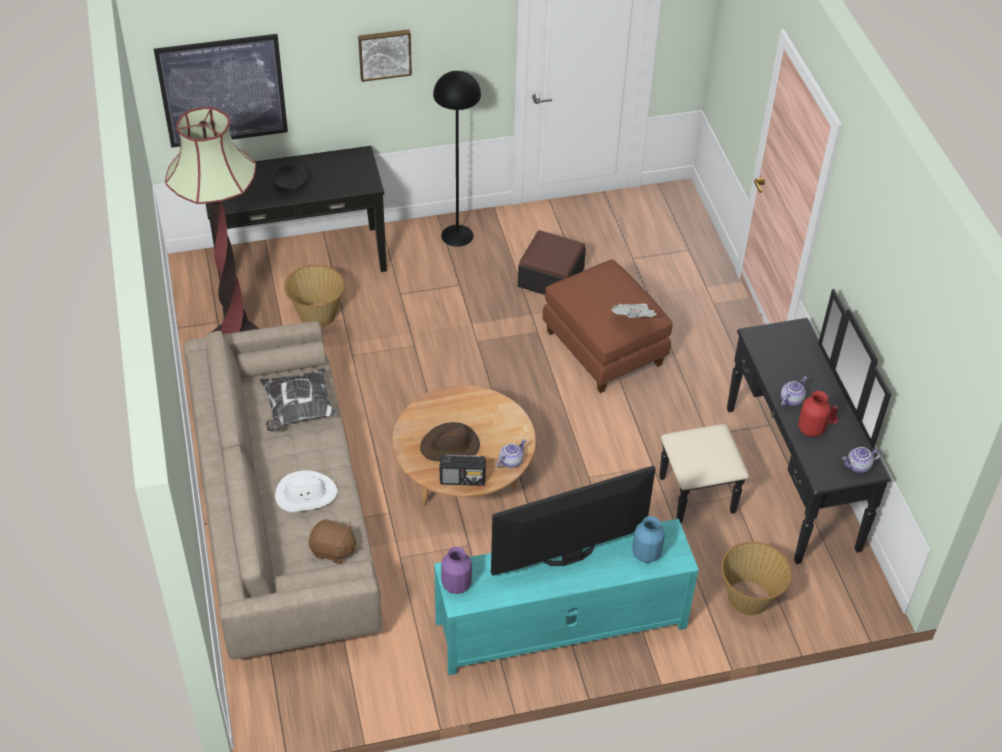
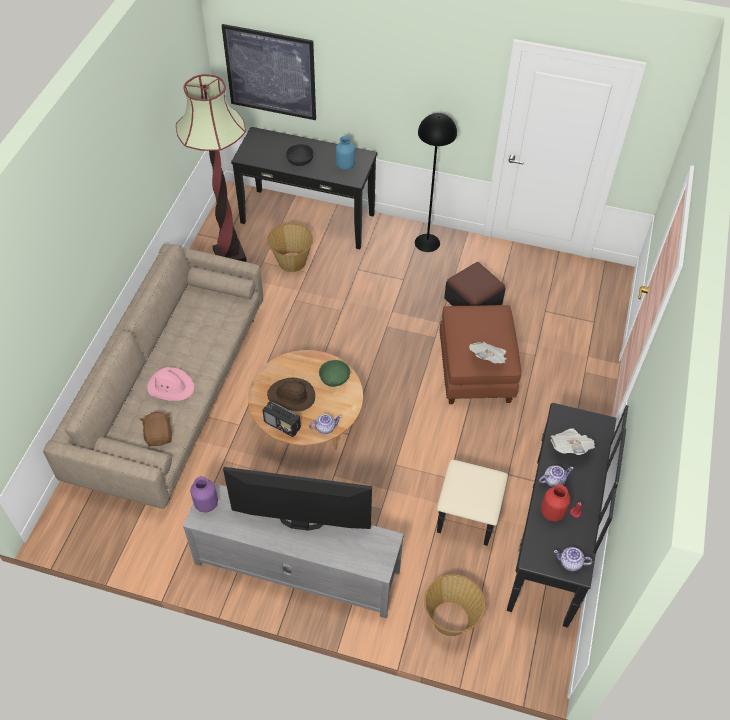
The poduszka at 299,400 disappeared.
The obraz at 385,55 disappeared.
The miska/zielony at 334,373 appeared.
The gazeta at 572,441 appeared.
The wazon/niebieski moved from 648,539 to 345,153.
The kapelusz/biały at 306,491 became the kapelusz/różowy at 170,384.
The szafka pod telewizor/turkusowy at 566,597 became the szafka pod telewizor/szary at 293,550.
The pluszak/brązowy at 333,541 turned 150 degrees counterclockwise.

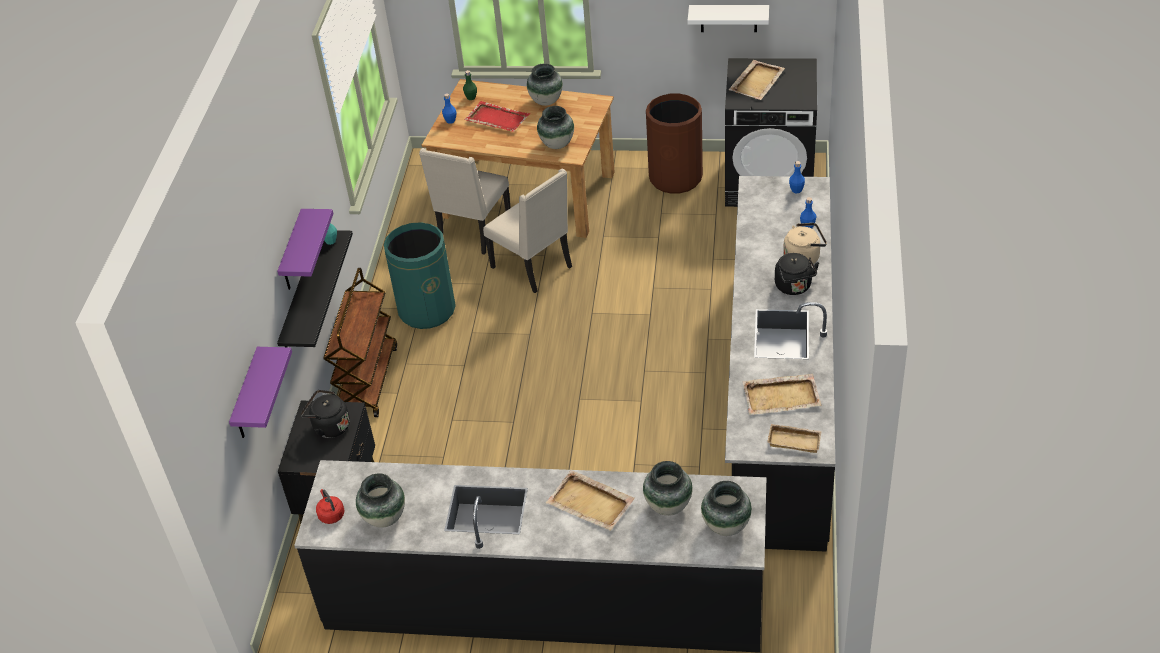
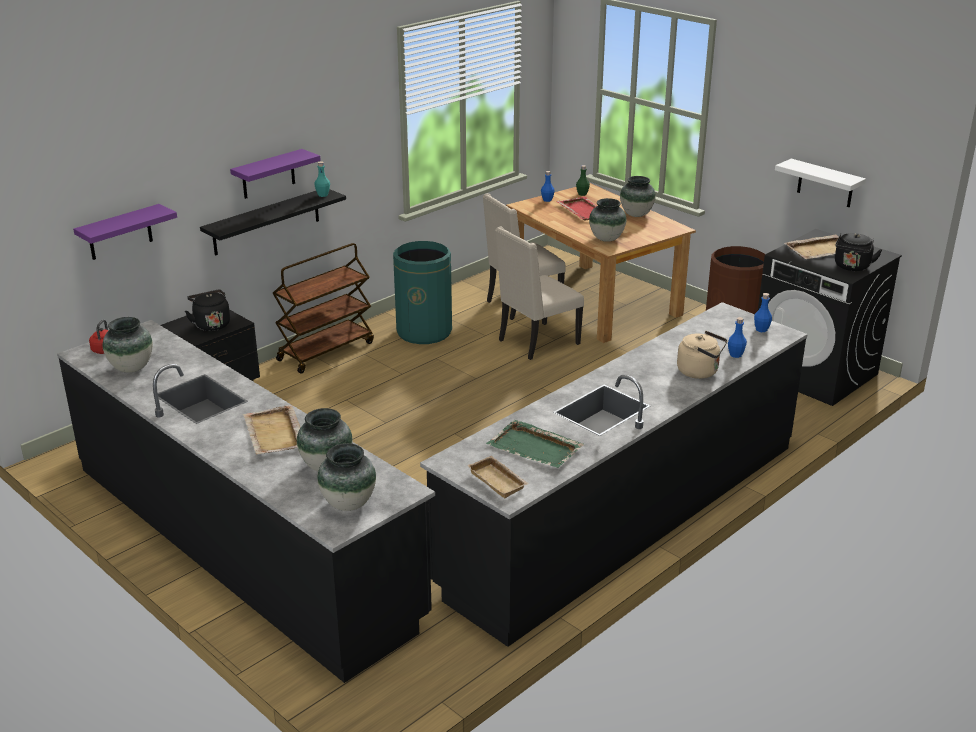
The czajnik/czarny moved from 797,274 to 858,252.
The taca/beżowy at 782,394 became the taca/zielony at 535,444.
The krzesło/beżowy at 527,231 turned 60 degrees clockwise.

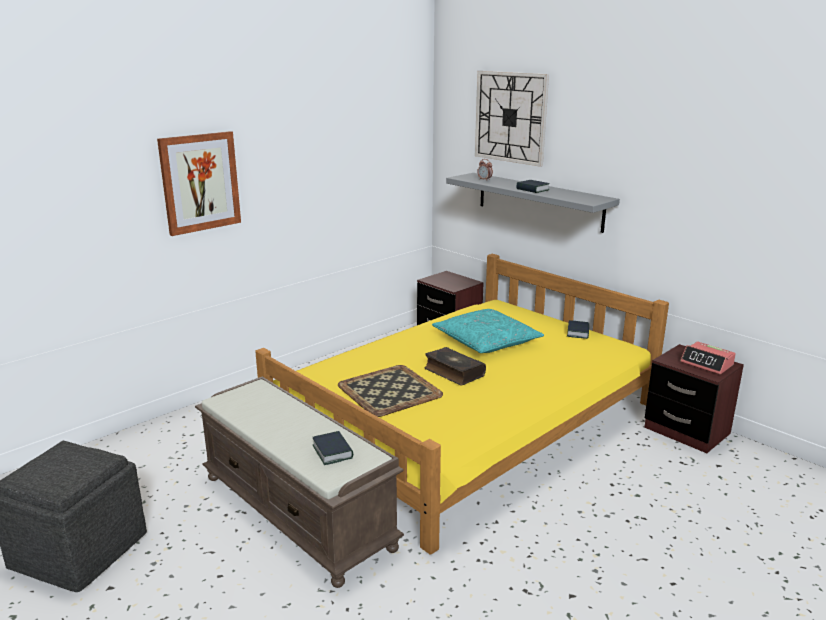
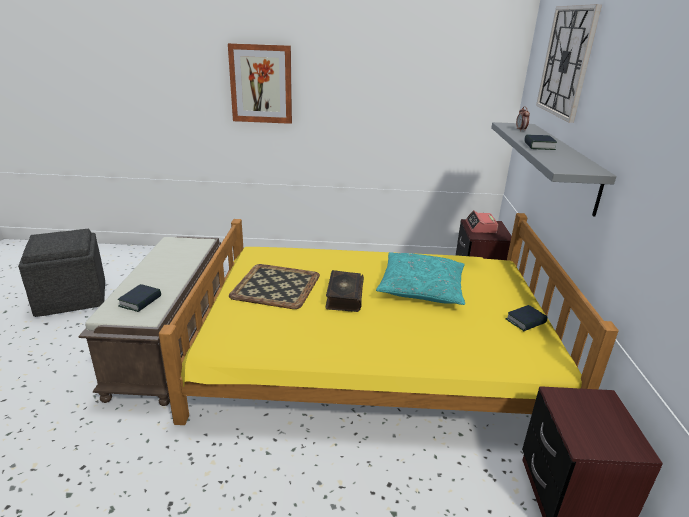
The budzik moved from 708,357 to 482,221.

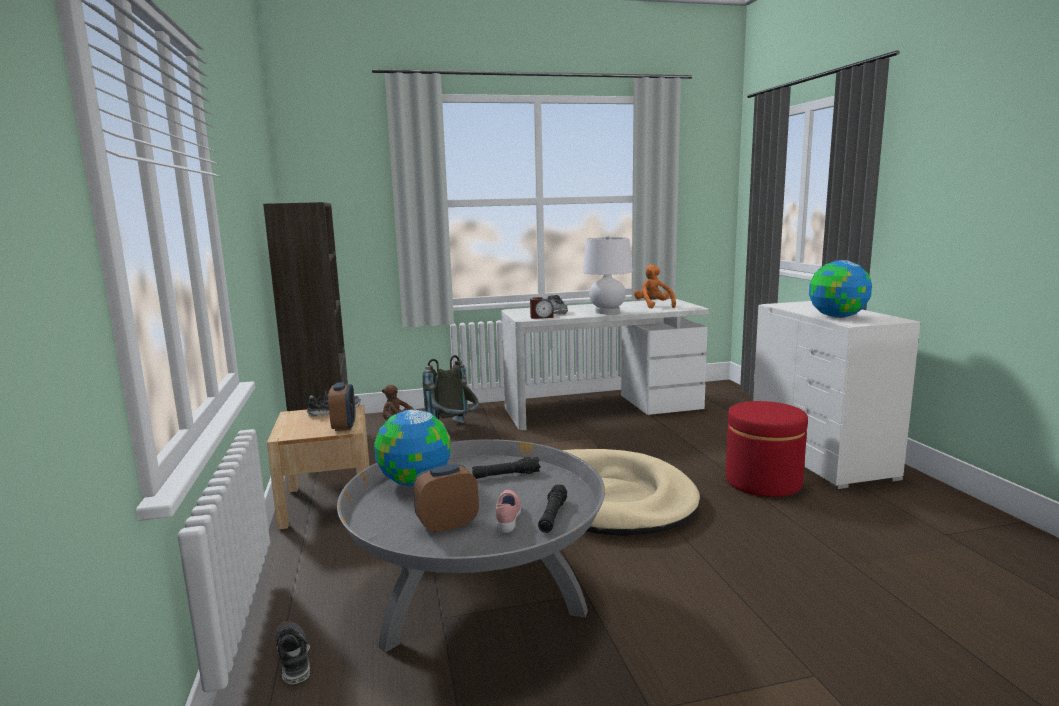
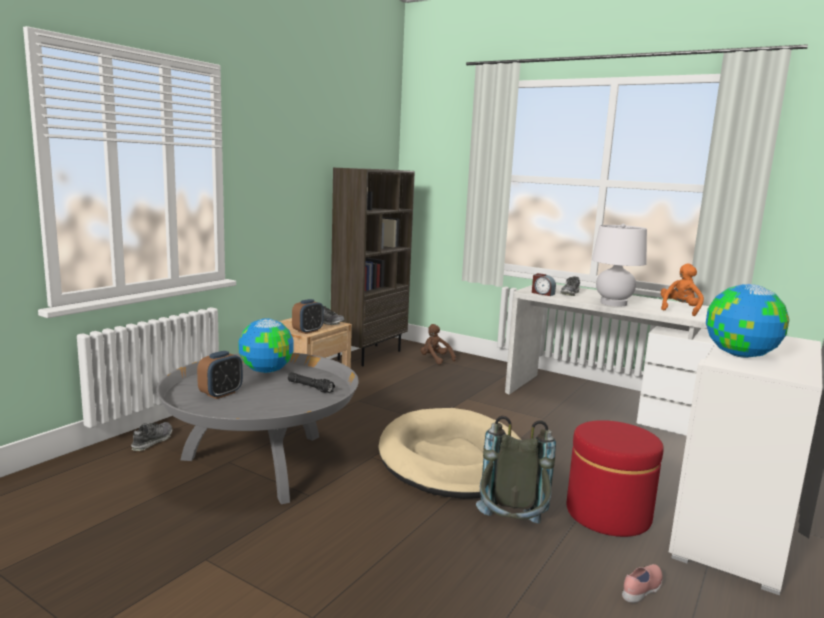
The latarka/czarny at 552,508 disappeared.
The plecak/szary moved from 450,389 to 516,470.
The but/różowy moved from 508,511 to 642,583.
The budzik at 446,498 turned 105 degrees clockwise.

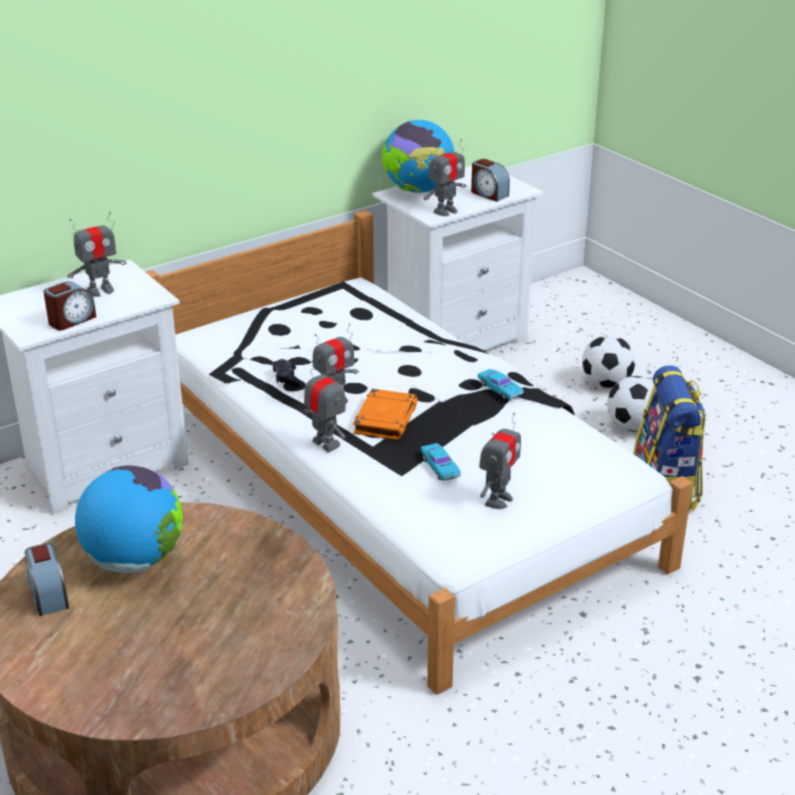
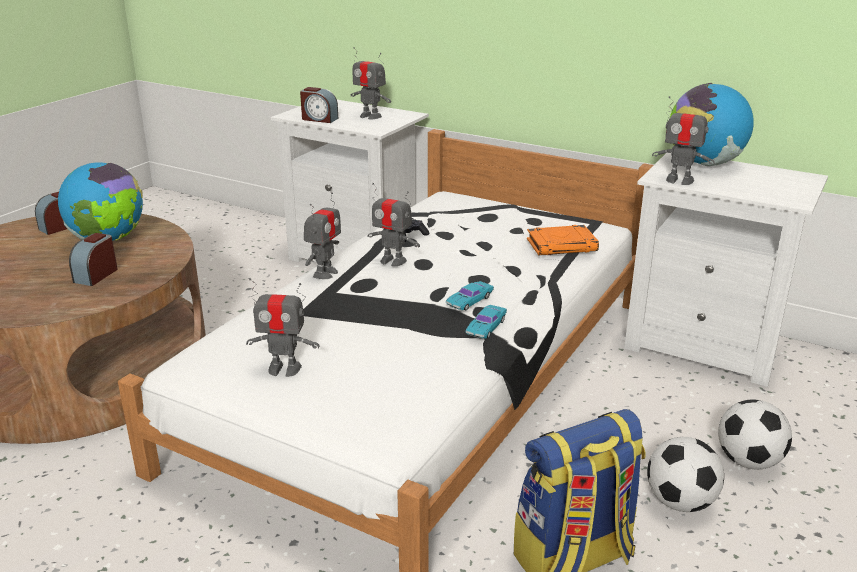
The książka/pomarańczowy moved from 385,414 to 563,240.
The samochodzik/turkusowy moved from 441,462 to 470,295.
The budzik moved from 490,180 to 93,259.

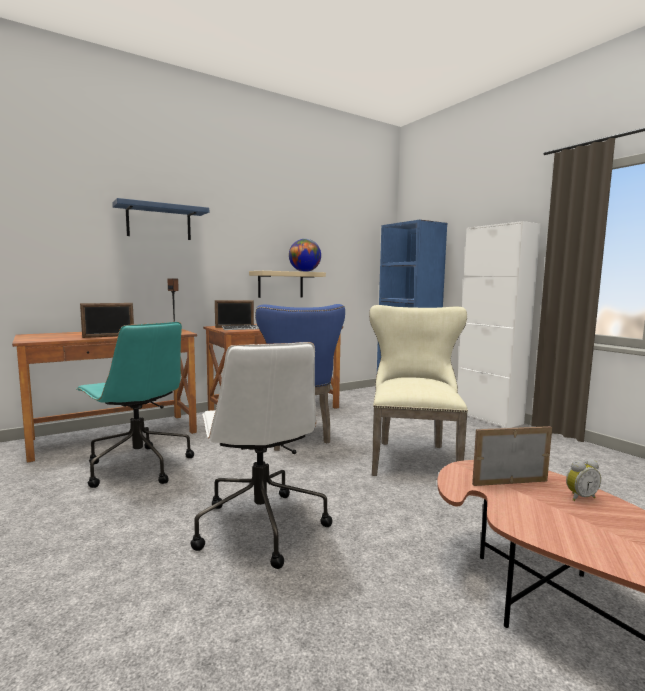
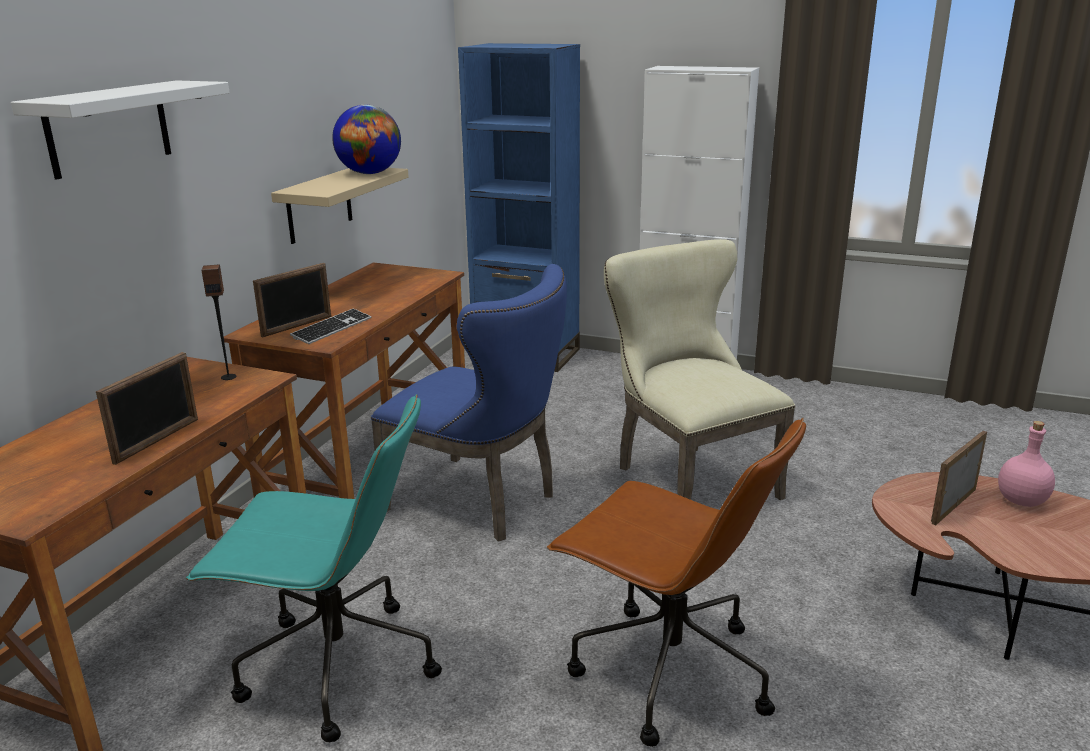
The budzik at 583,480 was replaced by the butelka/różowy at 1026,464.
The półka/niebieski at 160,219 became the półka/biały at 120,130.
The krzesło biurowe/biały at 261,455 became the krzesło biurowe/brązowy at 676,582.

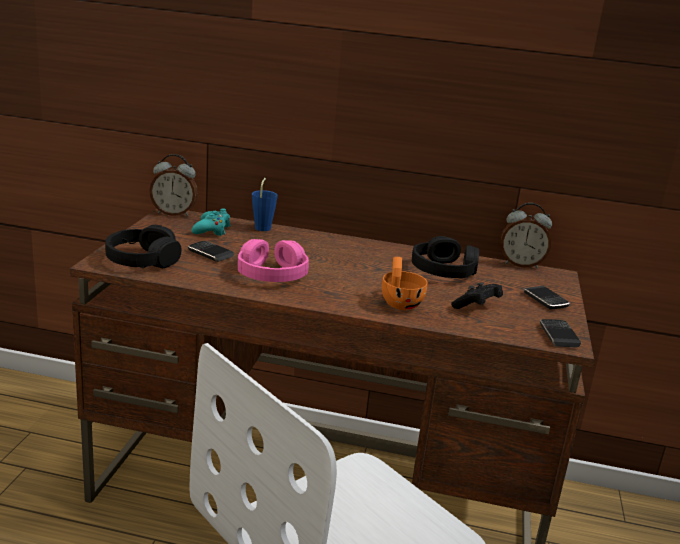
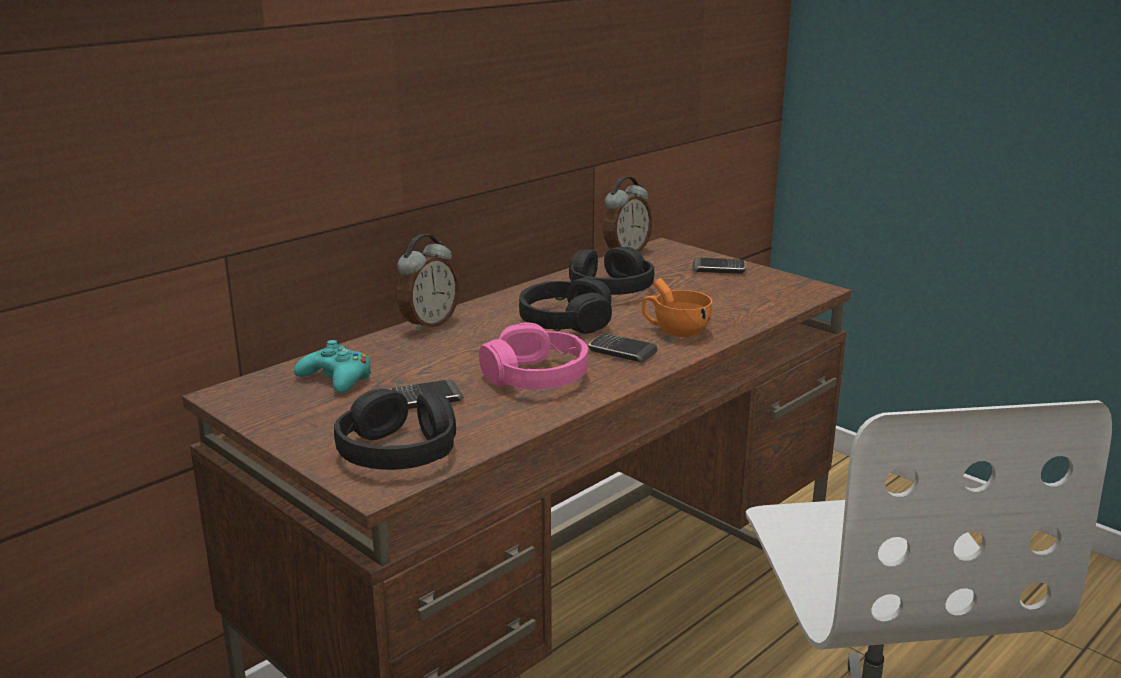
The filiżanka/niebieski at 265,204 disappeared.
The pad do gier/czarny at 477,296 disappeared.
The słuchawki/czarny at 565,305 appeared.
The budzik moved from 173,185 to 428,283.
The telefon moved from 560,333 to 622,348.

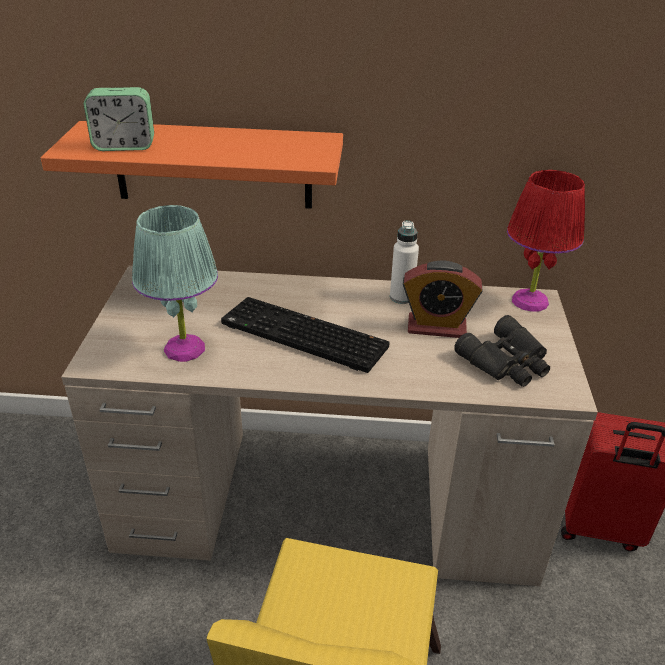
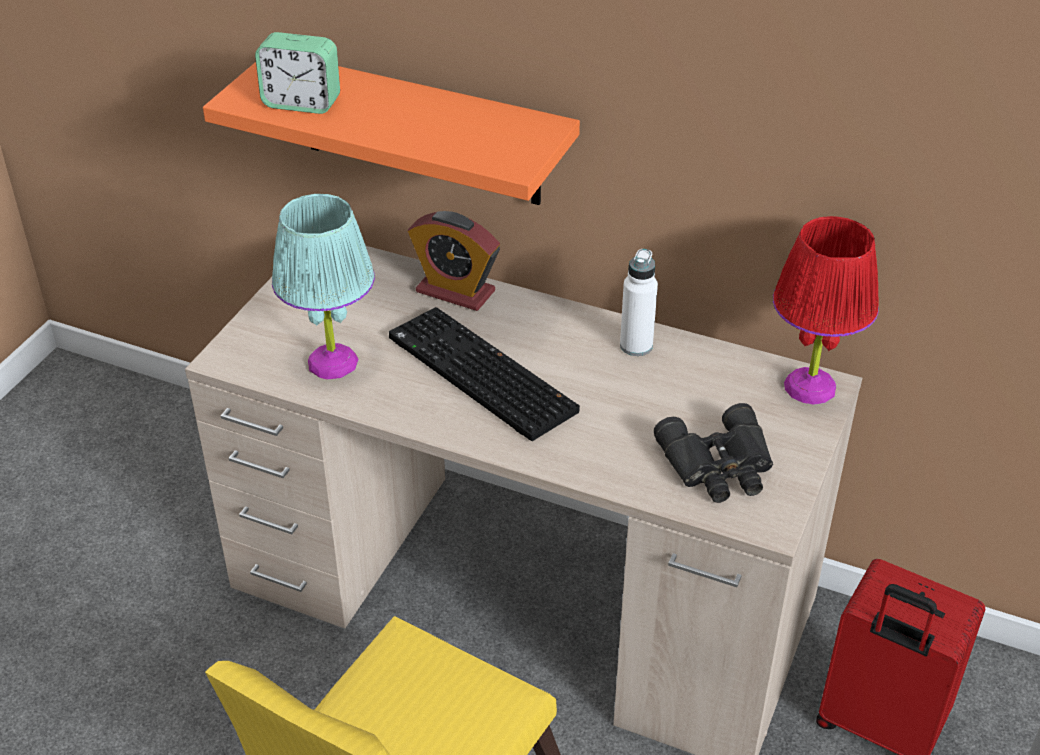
The budzik moved from 443,299 to 454,261.

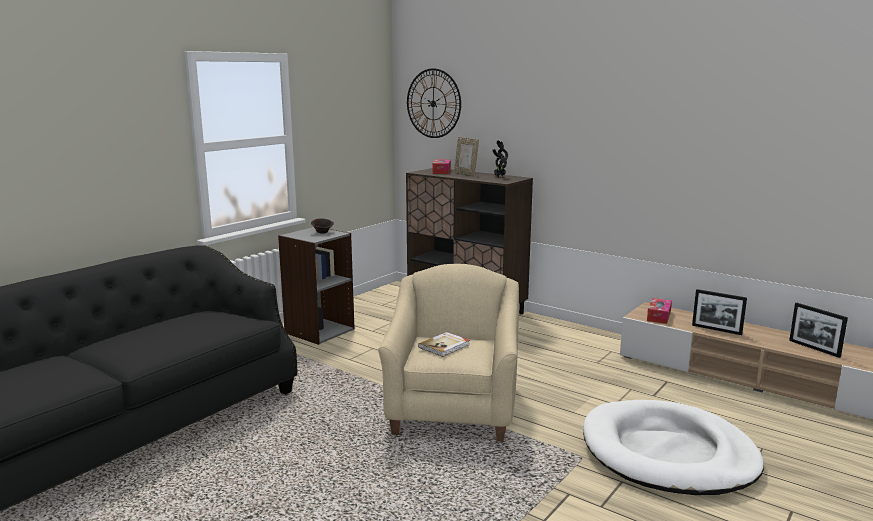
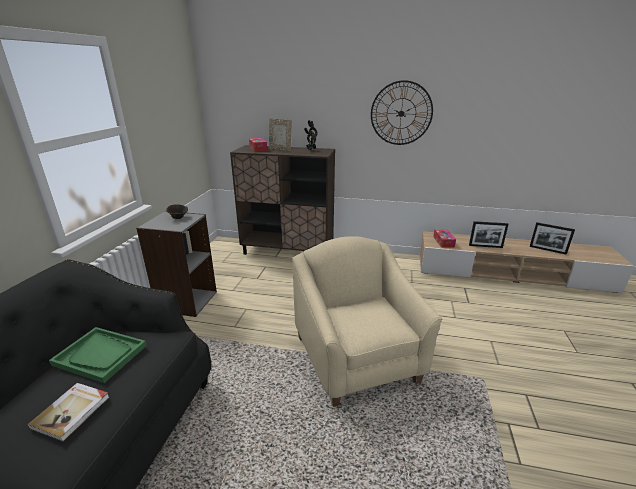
The legowisko/biały at 673,447 disappeared.
The taca/zielony at 98,355 appeared.
The zegar ścienny moved from 434,103 to 402,112.
The książka moved from 444,344 to 68,412.

